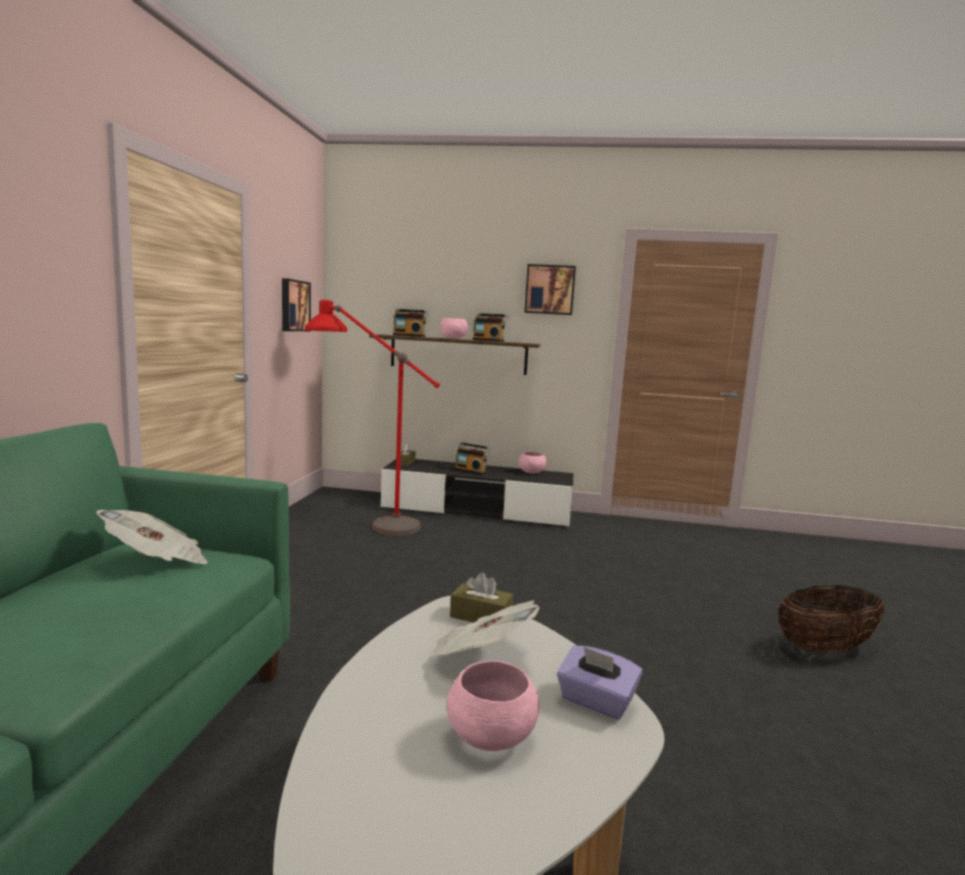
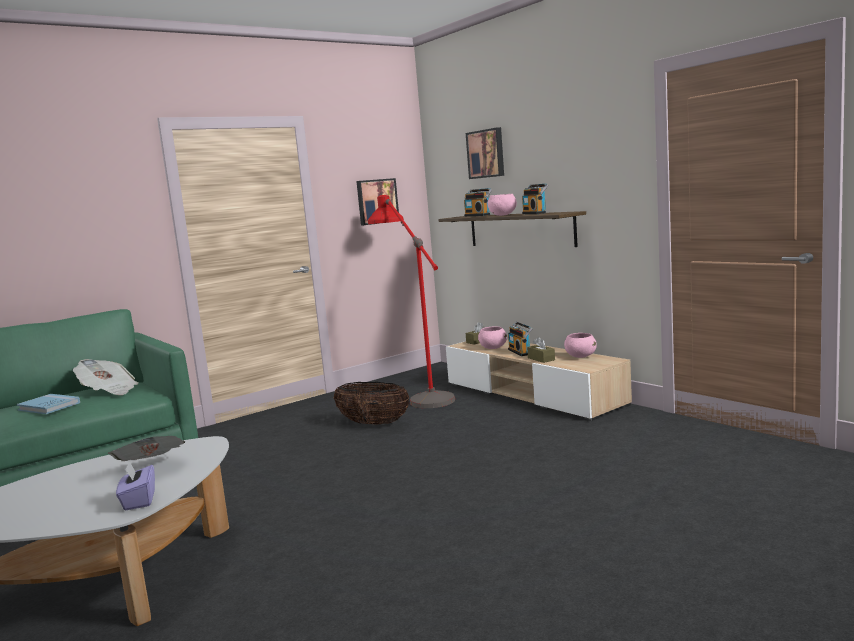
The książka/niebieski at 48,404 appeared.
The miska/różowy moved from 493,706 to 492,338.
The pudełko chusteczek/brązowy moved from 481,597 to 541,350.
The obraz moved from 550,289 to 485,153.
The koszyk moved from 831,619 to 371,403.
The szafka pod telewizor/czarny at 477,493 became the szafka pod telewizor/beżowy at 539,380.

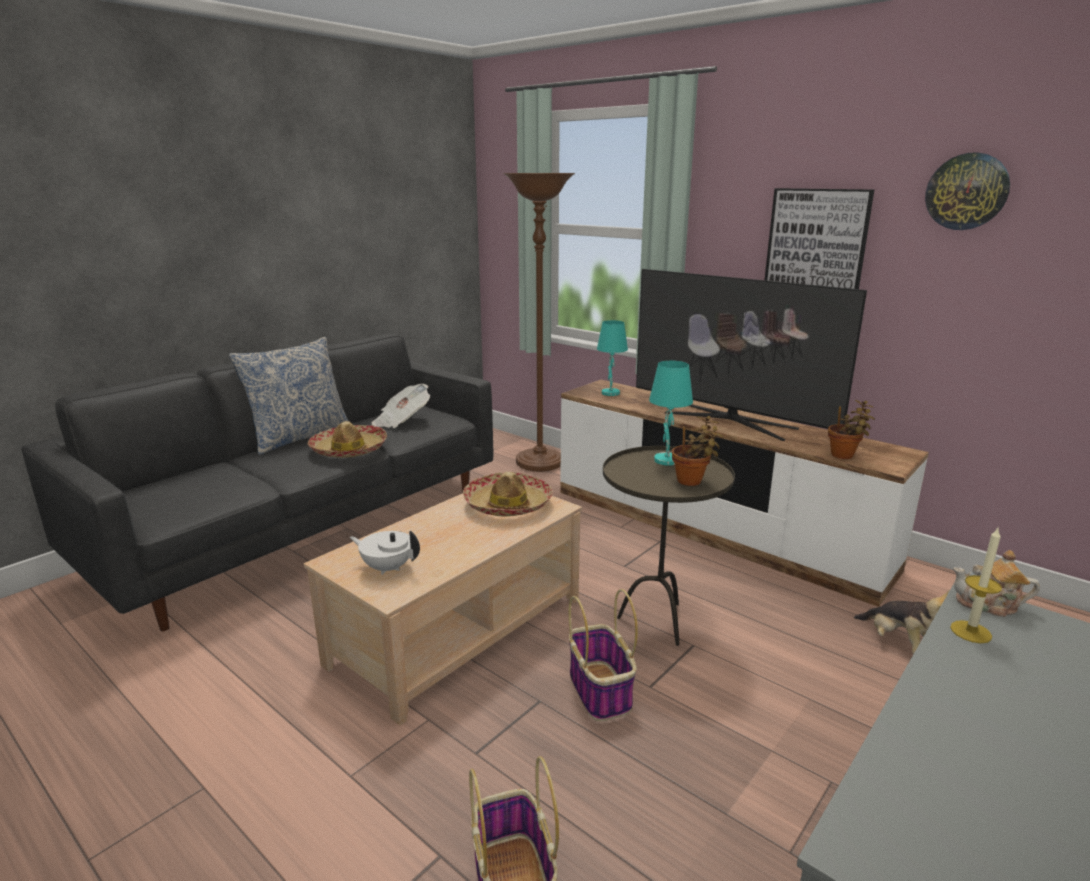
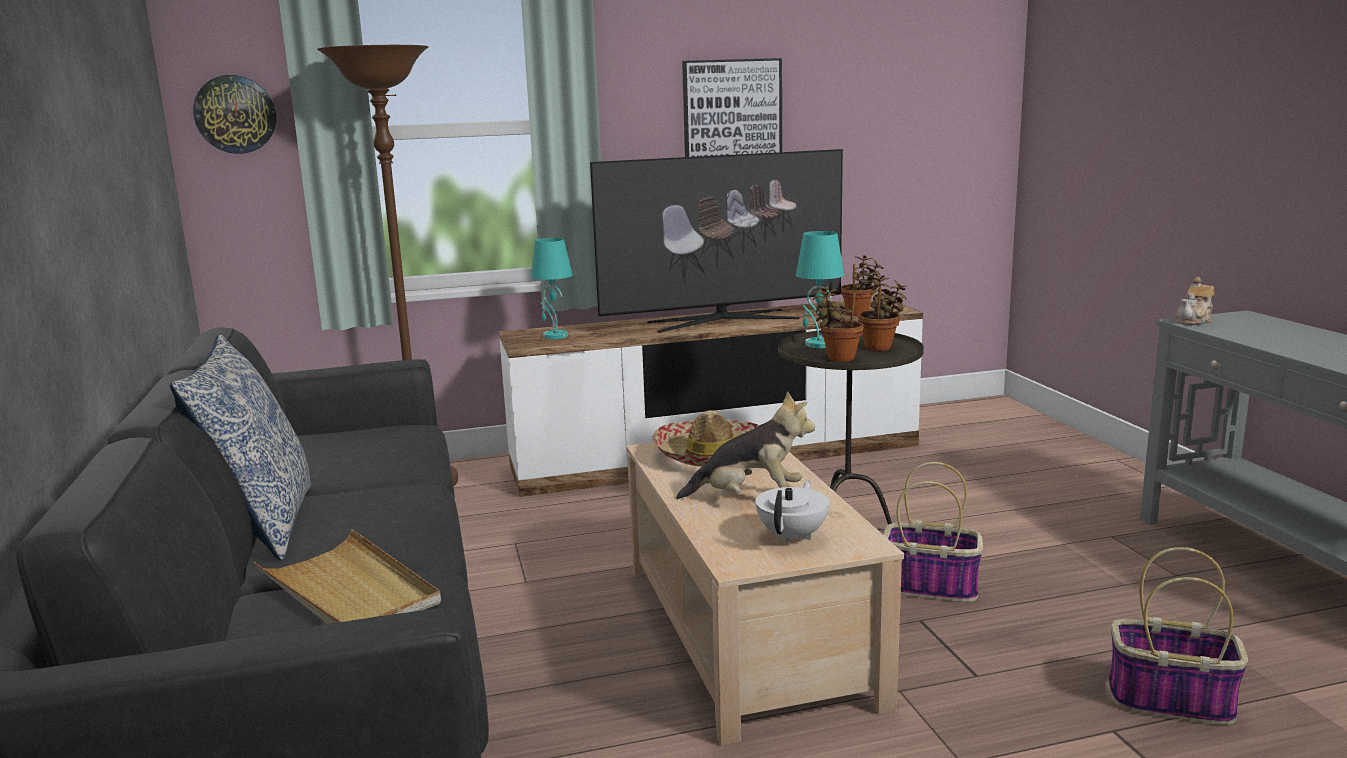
The kapelusz at 347,439 disappeared.
The gazeta at 401,406 disappeared.
The świeca at 976,585 disappeared.
The taca/beżowy at 347,576 appeared.
The roślina doniczkowa at 838,324 appeared.
The pluszak moved from 901,622 to 745,445.
The zegar ścienny moved from 967,191 to 234,114.
The imbryk/biały at 385,552 turned 150 degrees clockwise.

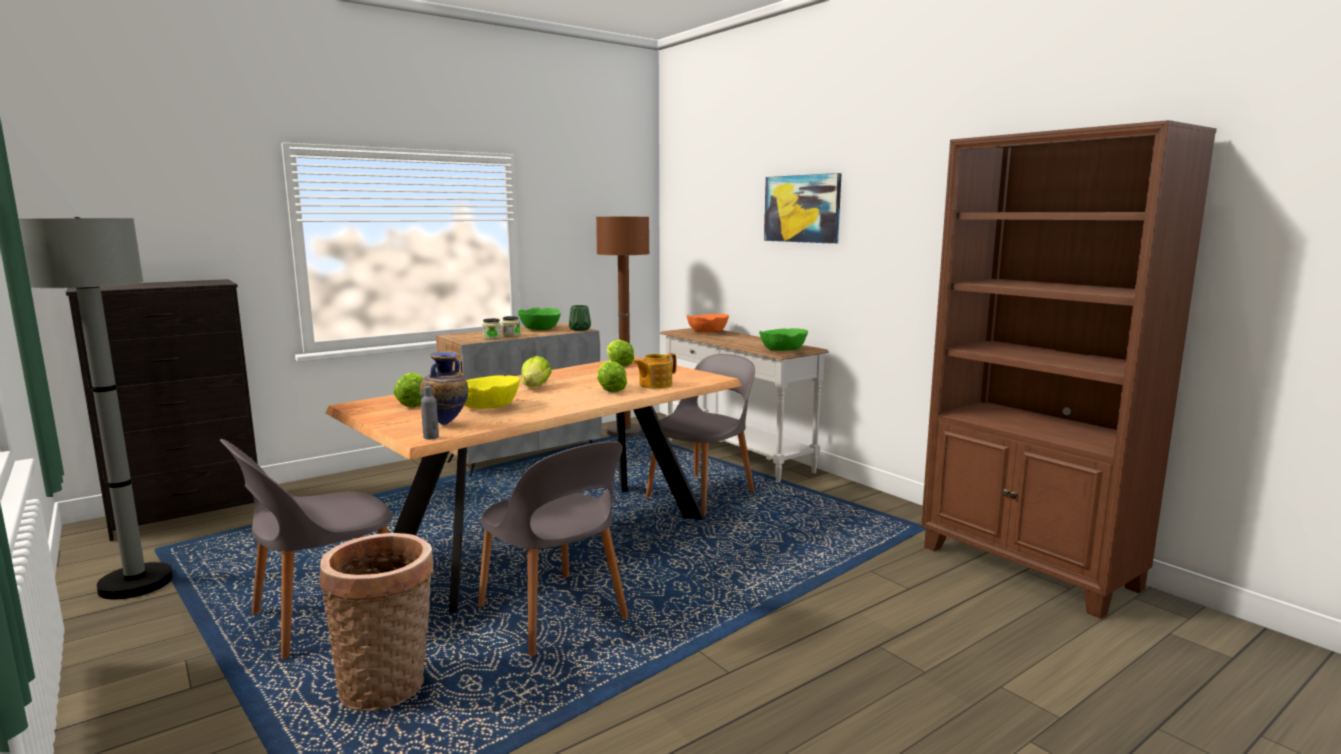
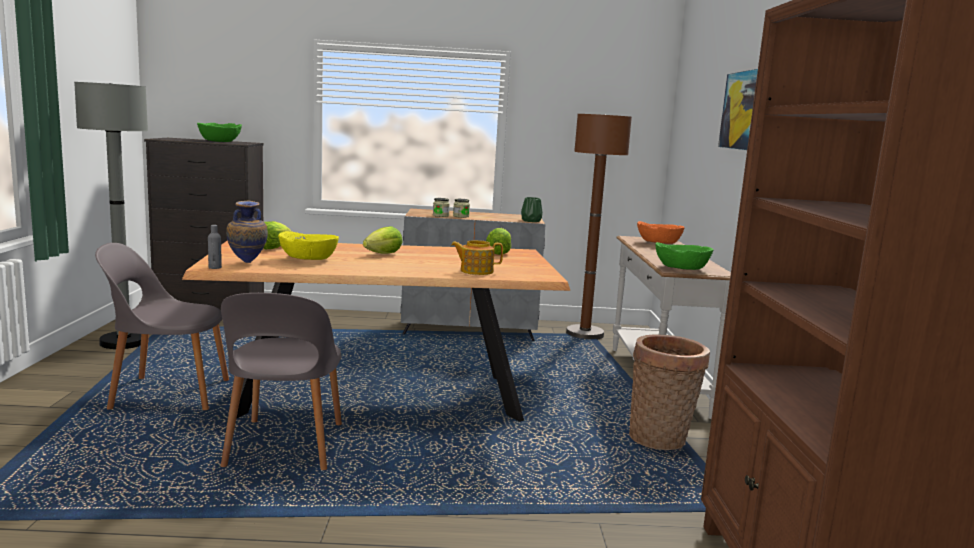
The sałata at 612,376 disappeared.
The krzesło/szary at 700,434 disappeared.
The koszyk moved from 376,622 to 669,392.
The miska/zielony moved from 539,319 to 219,132.

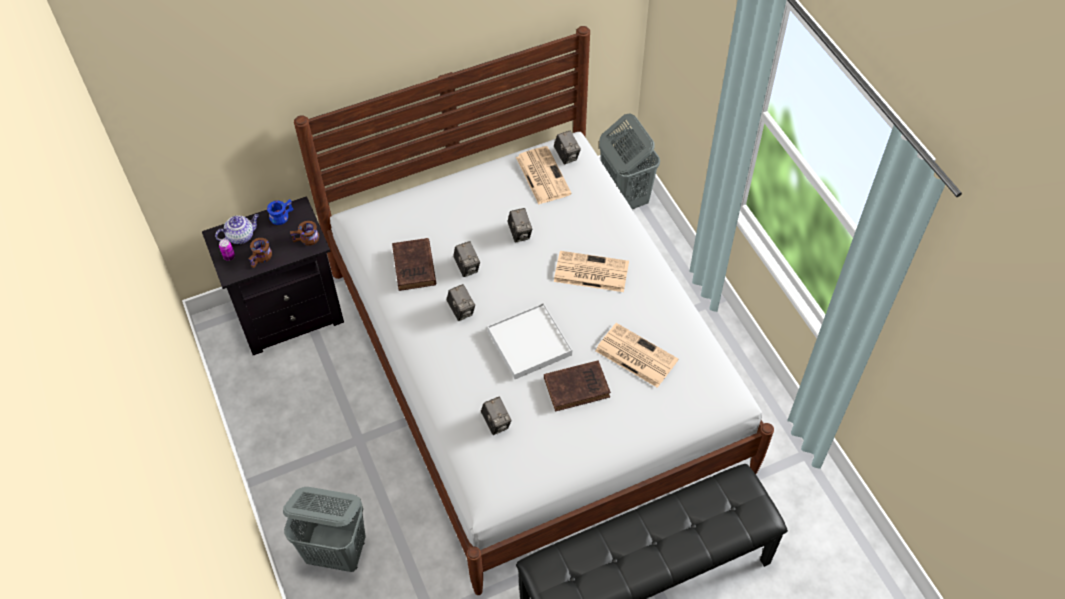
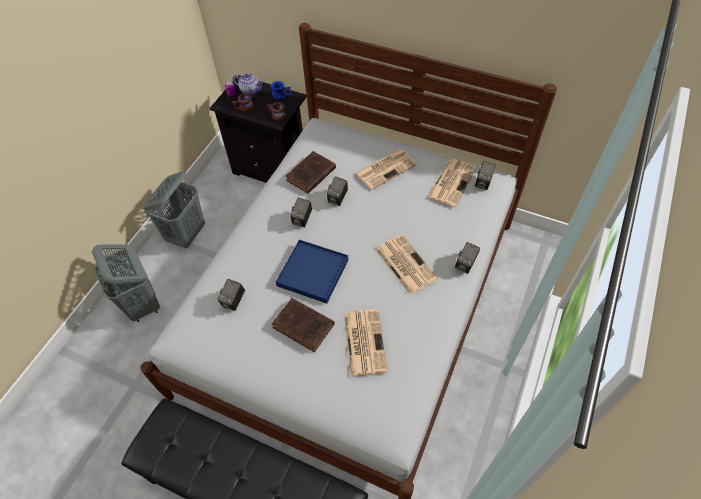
The gazeta at 386,169 appeared.
The aparat fotograficzny moved from 519,225 to 467,258.
The kosz na pranie/szary moved from 629,161 to 174,209.
The taca/biały at 529,341 became the taca/niebieski at 312,272.

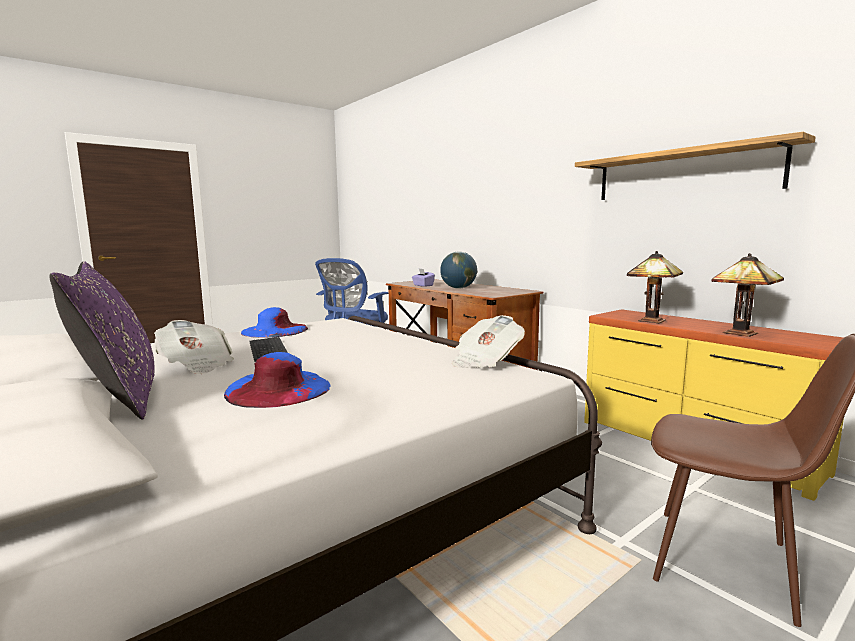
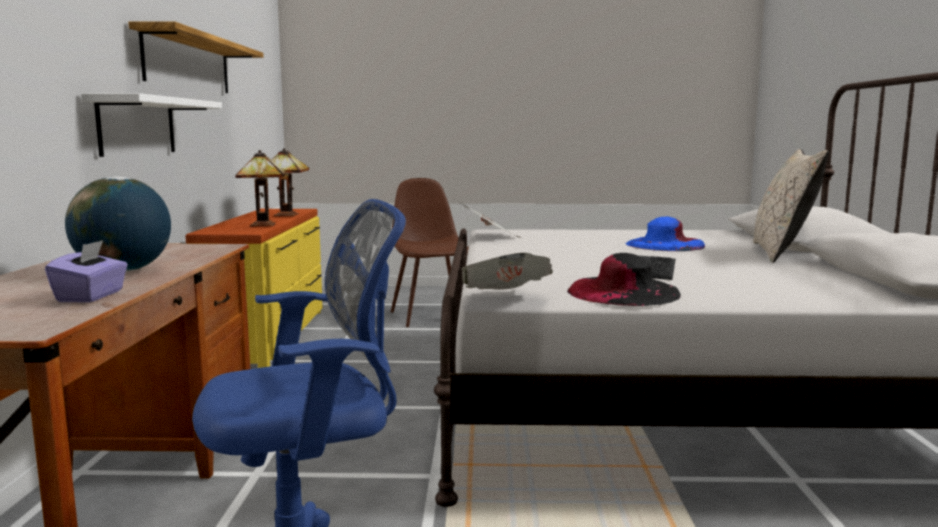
The półka/biały at 151,125 appeared.
The gazeta moved from 194,347 to 507,271.
The poduszka/fioletowy at 101,340 became the poduszka/beżowy at 791,206.
The kapelusz/niebieski at 274,322 became the kapelusz/czarny at 624,279.

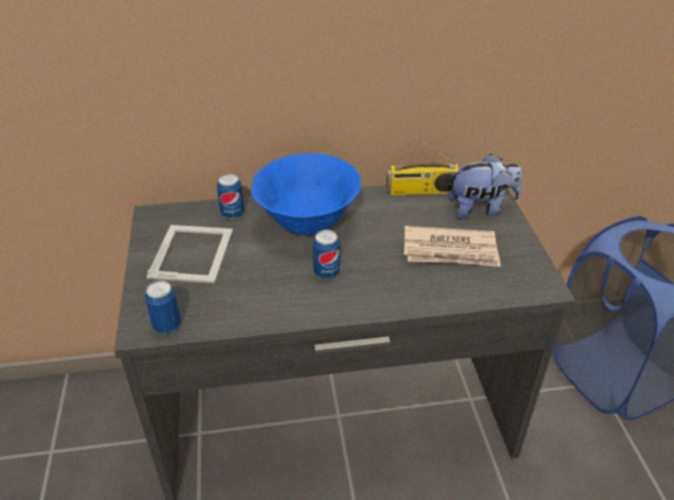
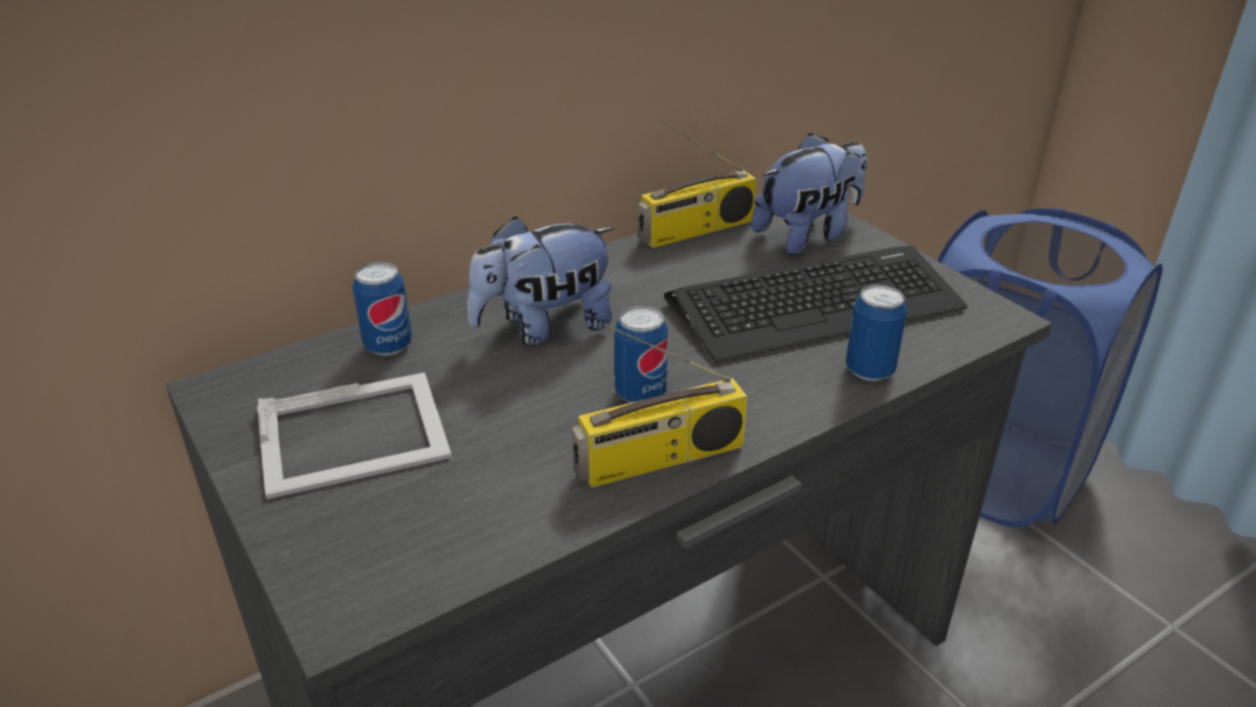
The radio at 660,406 appeared.
The puszka moved from 163,306 to 876,332.
The miska/niebieski at 306,194 was replaced by the pluszak at 540,280.
The gazeta at 452,246 was replaced by the klawiatura at 815,304.
The ramka na zdjęcie at 189,254 turned 90 degrees clockwise.

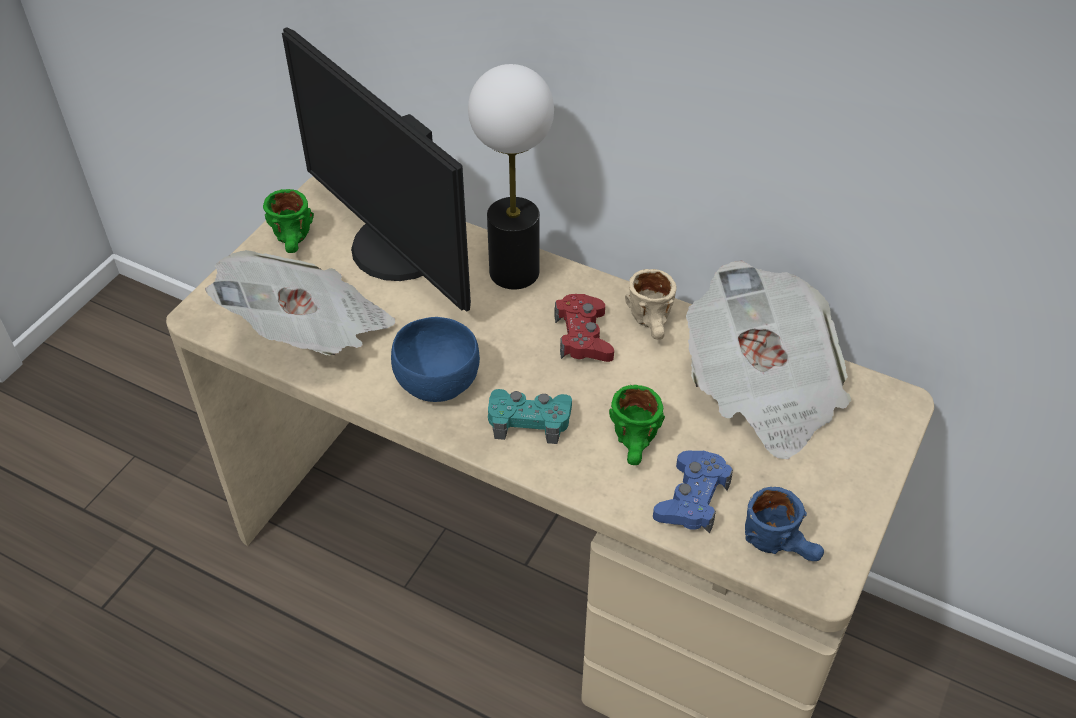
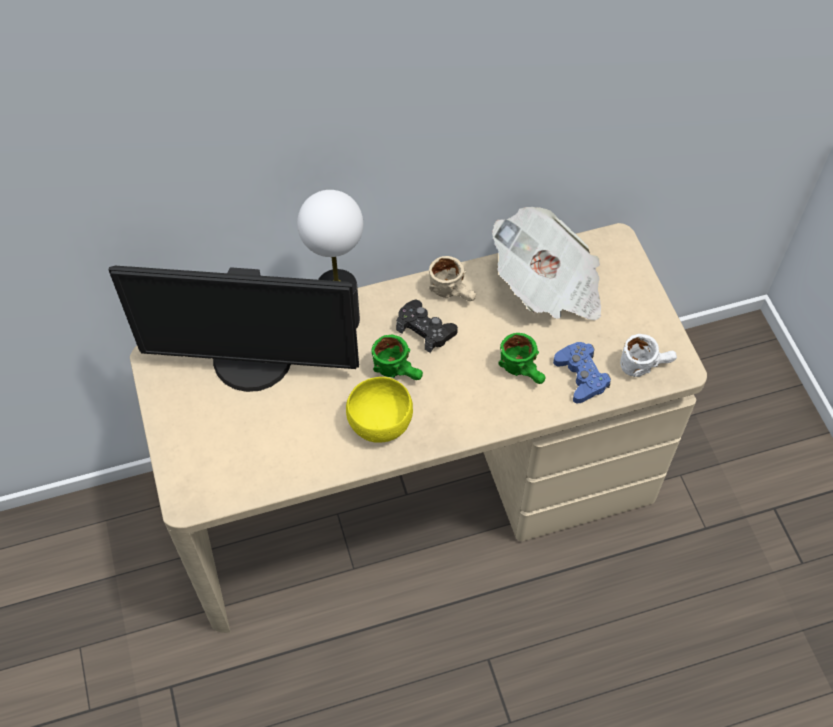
The gazeta at 300,302 disappeared.
The pad do gier/turkusowy at 530,416 disappeared.
The kubek/zielony moved from 288,221 to 397,357.
The miska/niebieski at 435,359 became the miska/żółty at 379,410.
The pad do gier/czerwony at 584,328 became the pad do gier/czarny at 427,326.
The kubek/niebieski at 784,524 became the kubek/biały at 648,355.

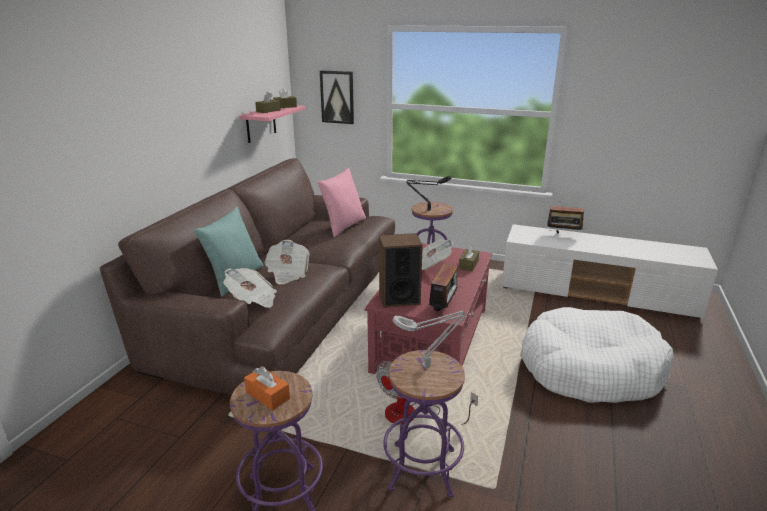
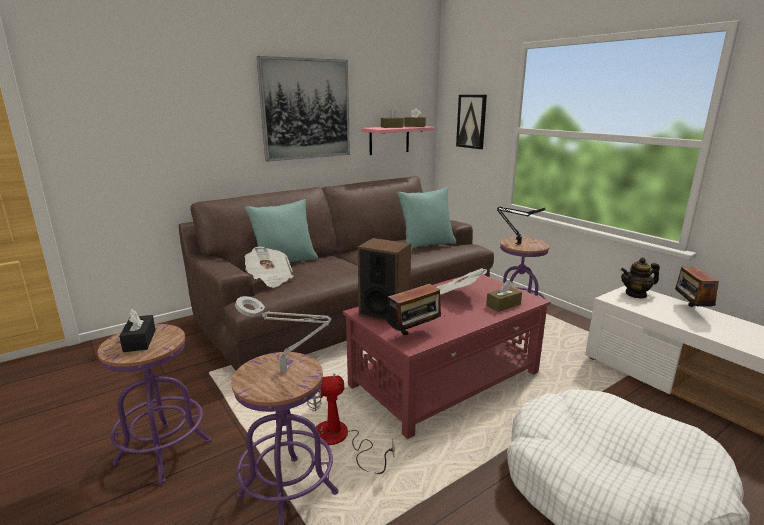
The gazeta at 287,262 disappeared.
The obraz at 303,109 appeared.
The imbryk at 640,277 appeared.
The pudełko chusteczek/pomarańczowy at 267,388 became the pudełko chusteczek/czarny at 137,330.
The poduszka/różowy at 341,202 became the poduszka/turkusowy at 426,219.
The radio at 565,217 turned 45 degrees clockwise.

